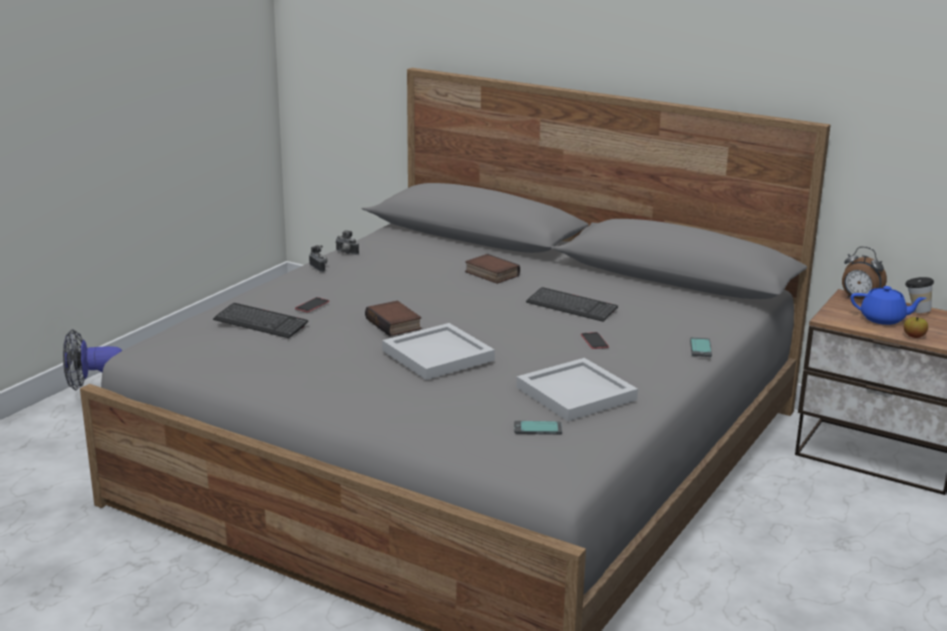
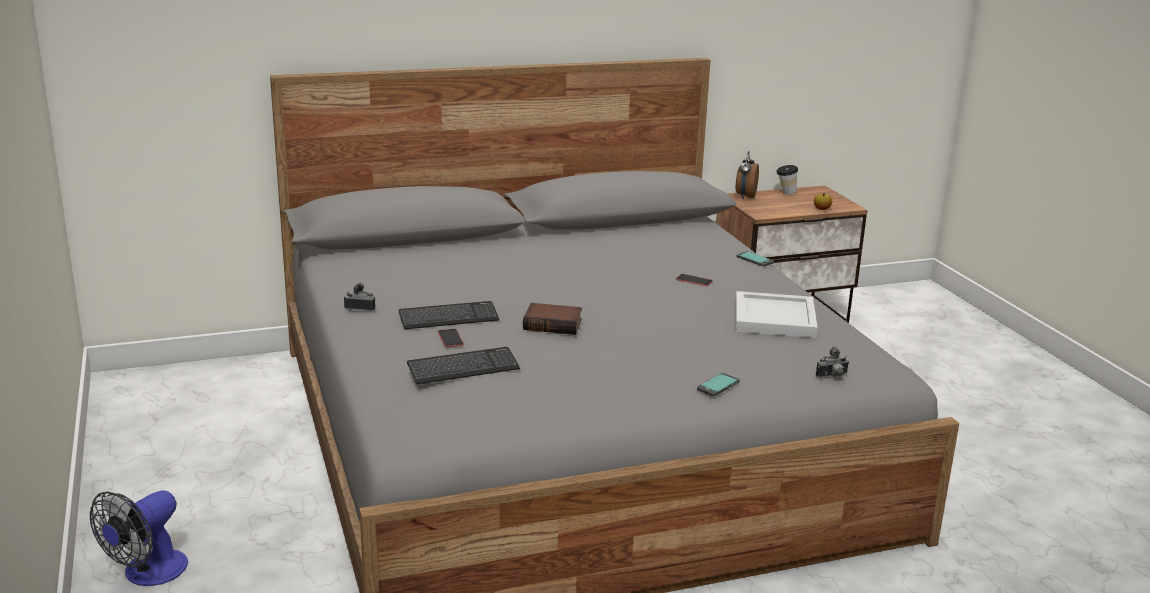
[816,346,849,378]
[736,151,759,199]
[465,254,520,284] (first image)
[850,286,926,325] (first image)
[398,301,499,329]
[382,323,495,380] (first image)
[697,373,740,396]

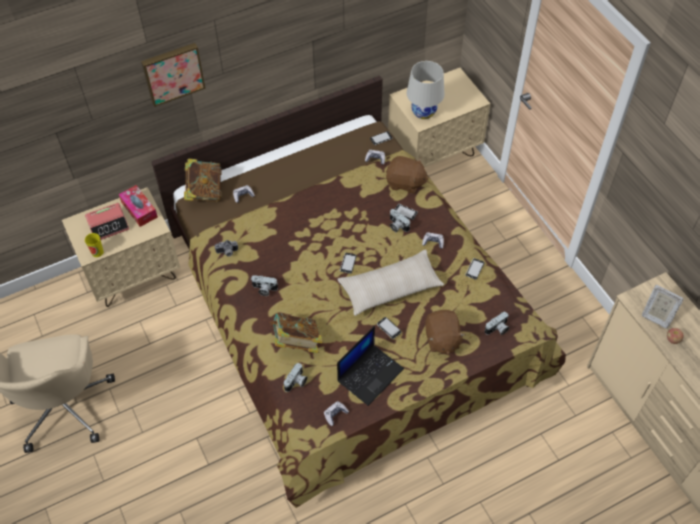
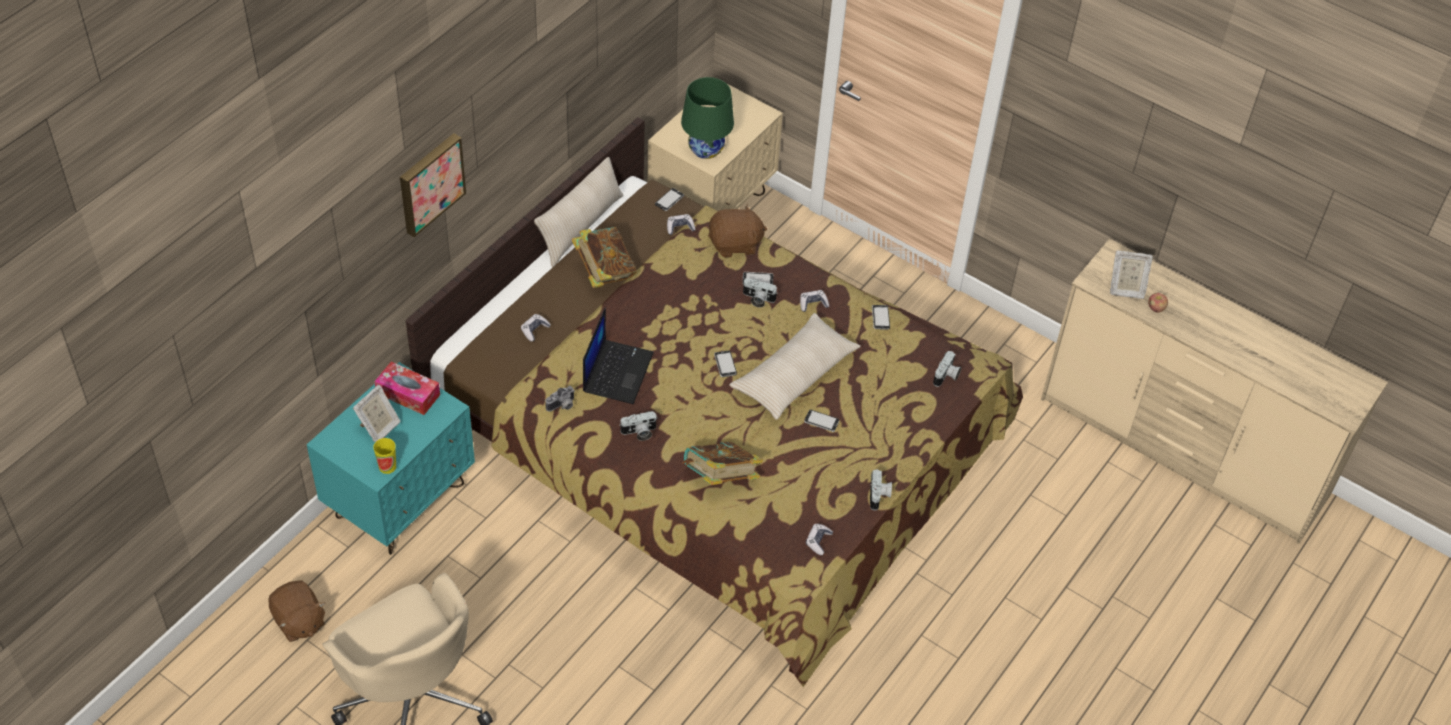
[681,77,734,159]
[572,227,637,288]
[307,362,475,555]
[353,385,401,442]
[269,580,325,642]
[583,307,654,404]
[870,469,892,510]
[534,157,623,267]

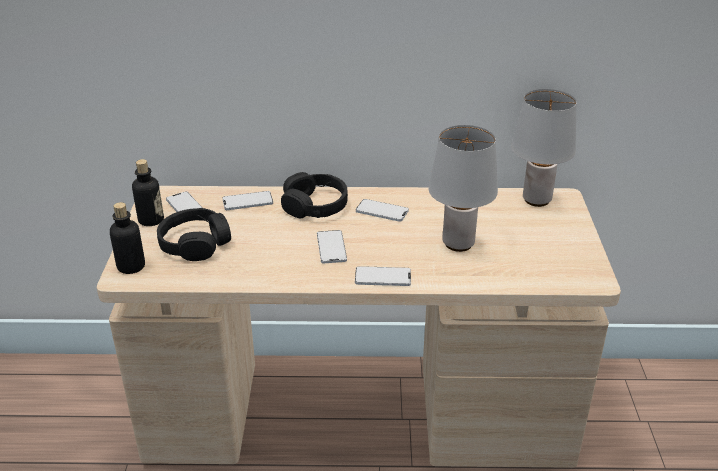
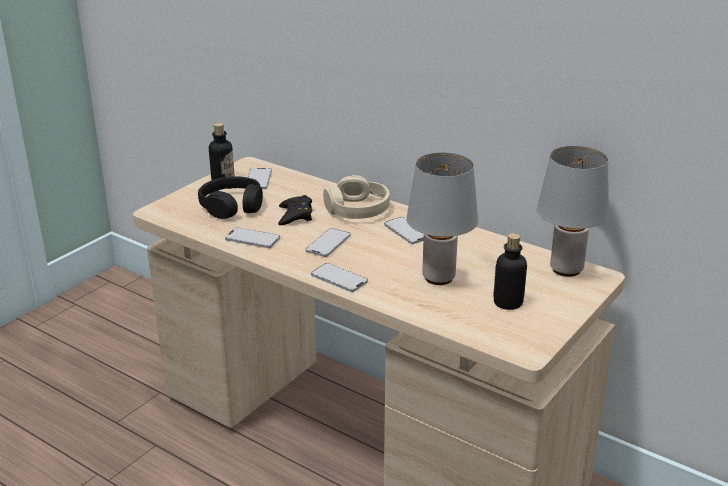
[323,175,390,219]
[225,227,280,248]
[493,233,527,310]
[278,195,312,225]

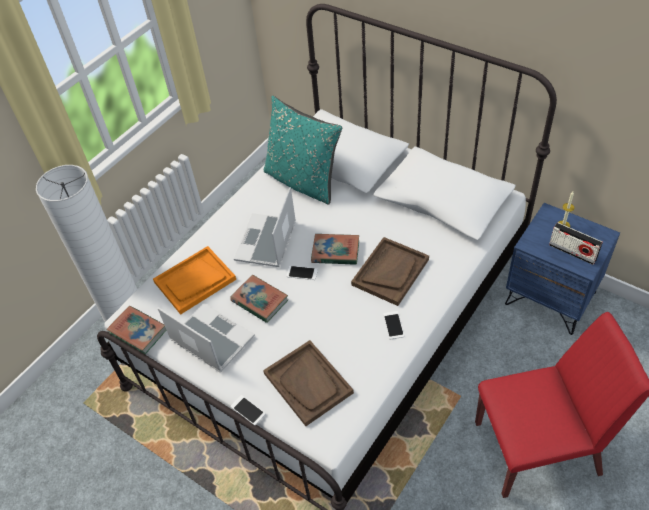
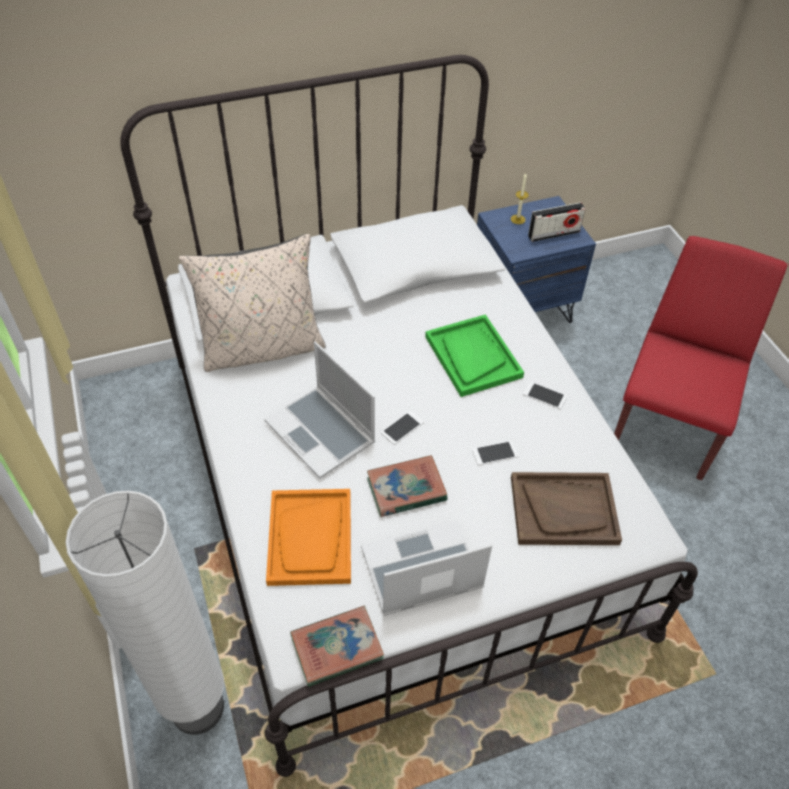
[179,234,326,372]
[311,234,359,265] (first image)
[425,314,524,397]
[472,441,518,465]

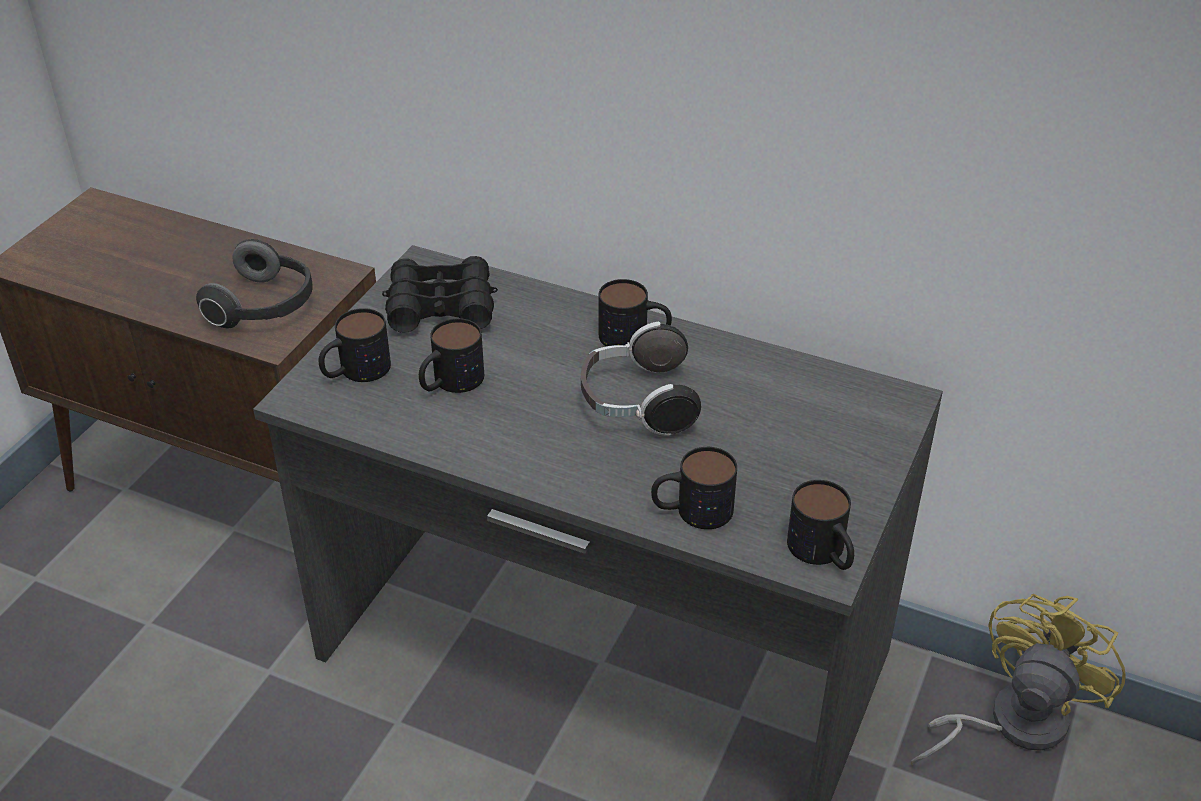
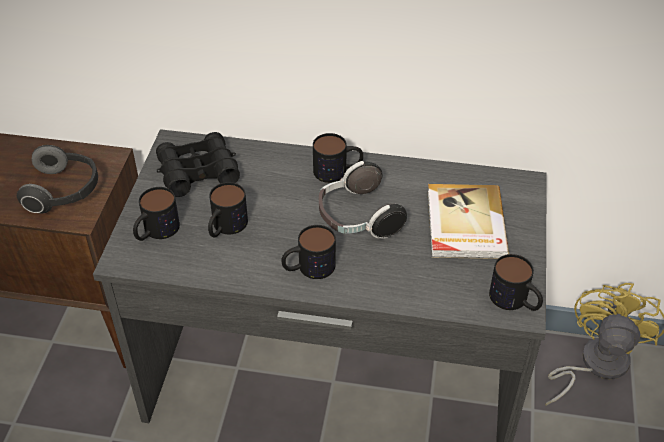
[281,225,336,279]
[428,184,509,259]

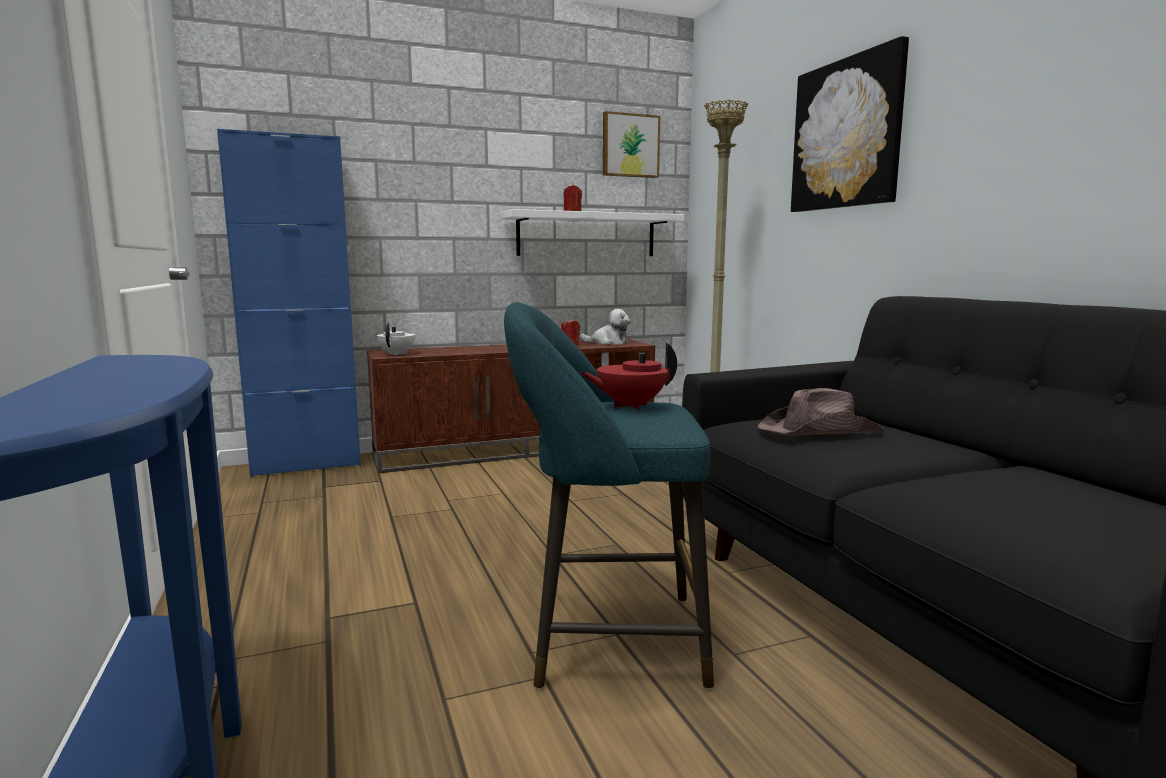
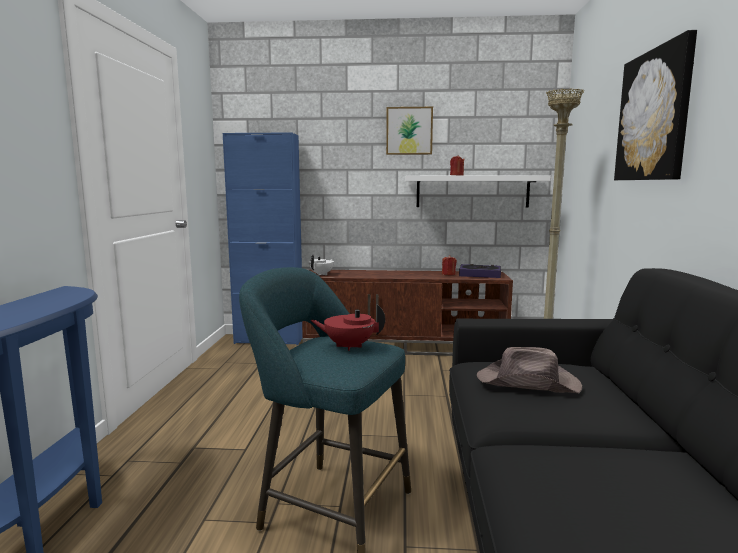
[386,107,433,155]
[459,264,501,278]

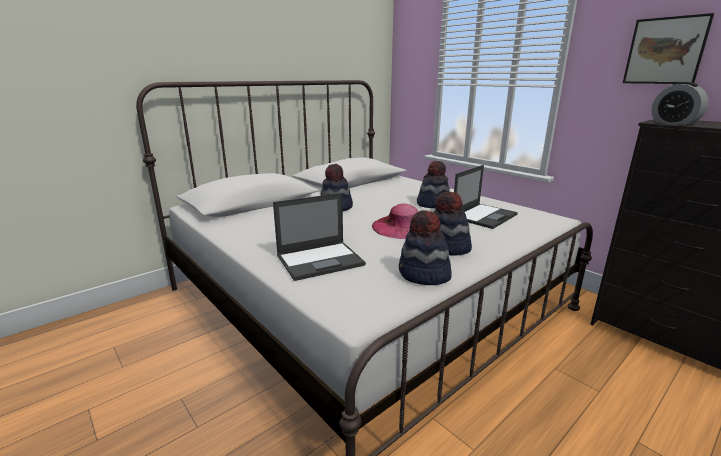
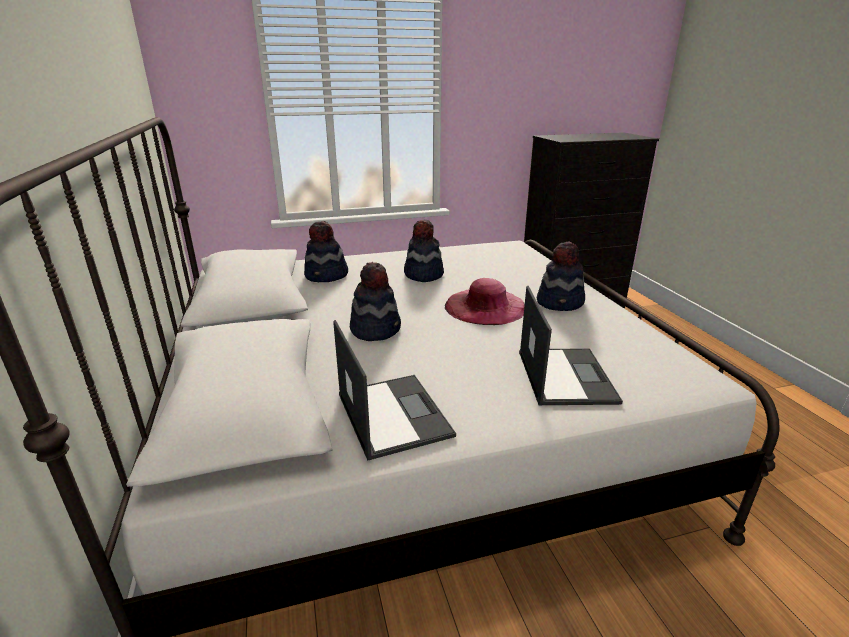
[623,13,714,84] (first image)
[651,82,709,125] (first image)
[333,320,456,461]
[304,221,348,282]

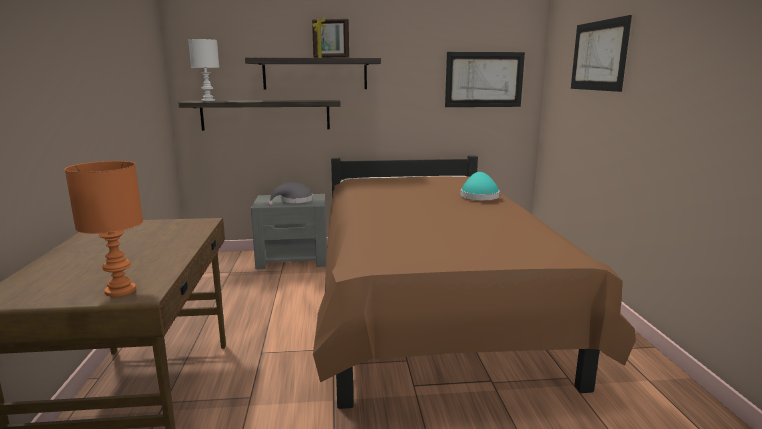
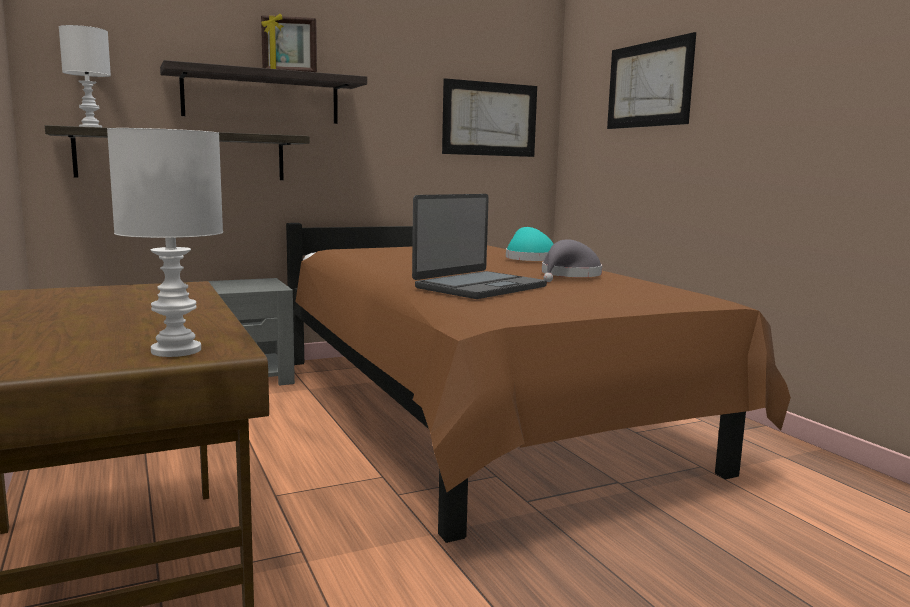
[107,128,223,357]
[542,239,602,282]
[412,194,547,299]

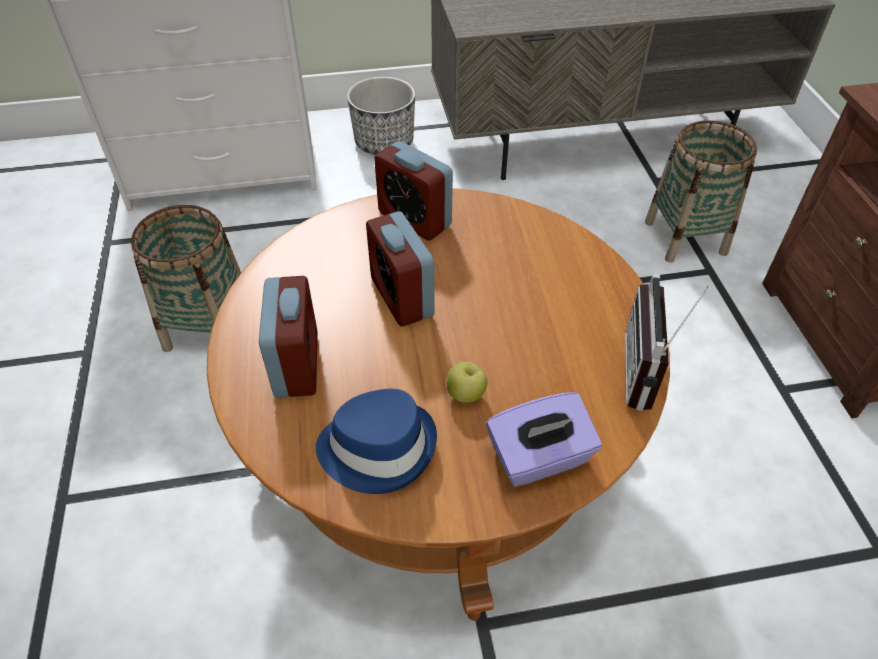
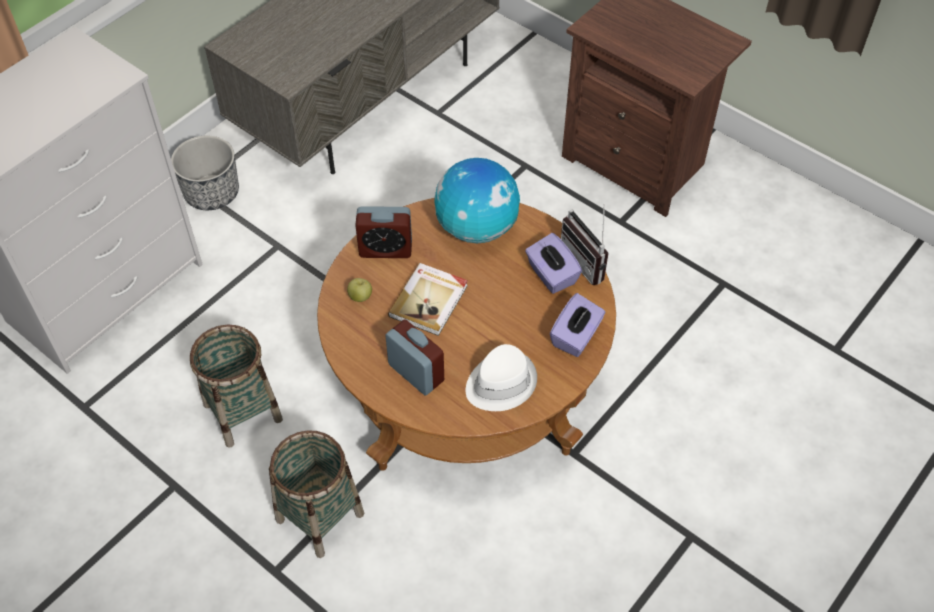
[269,430,364,558]
[388,263,468,336]
[347,278,372,302]
[466,344,537,411]
[434,158,520,243]
[525,233,582,294]

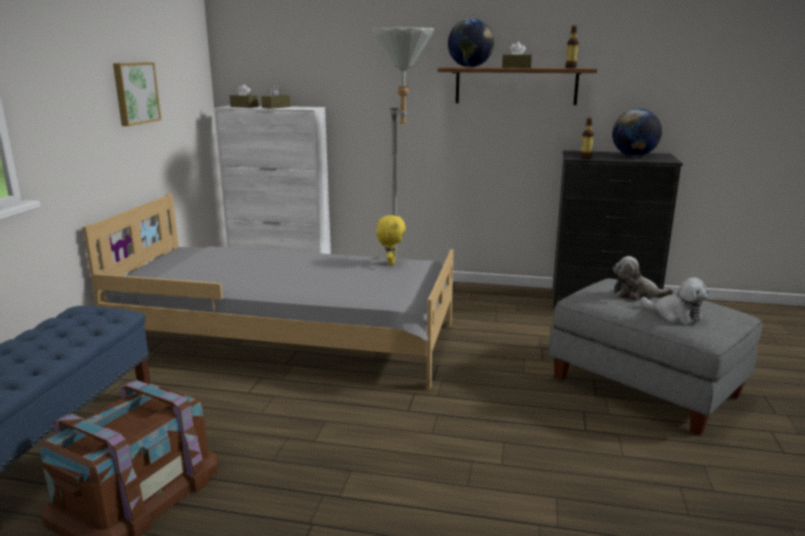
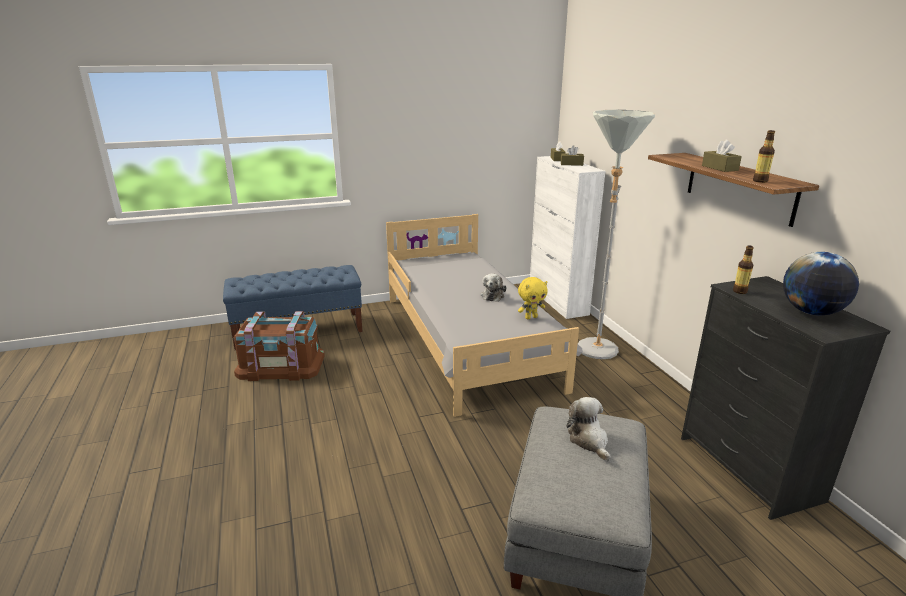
[448,18,494,67] (first image)
[113,62,161,126] (first image)
[480,273,506,302]

